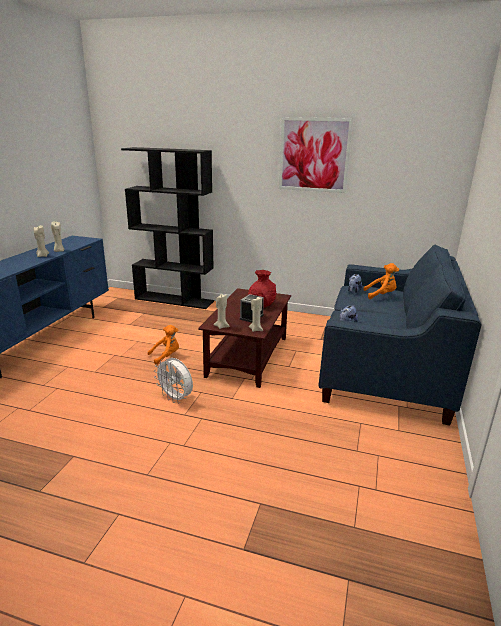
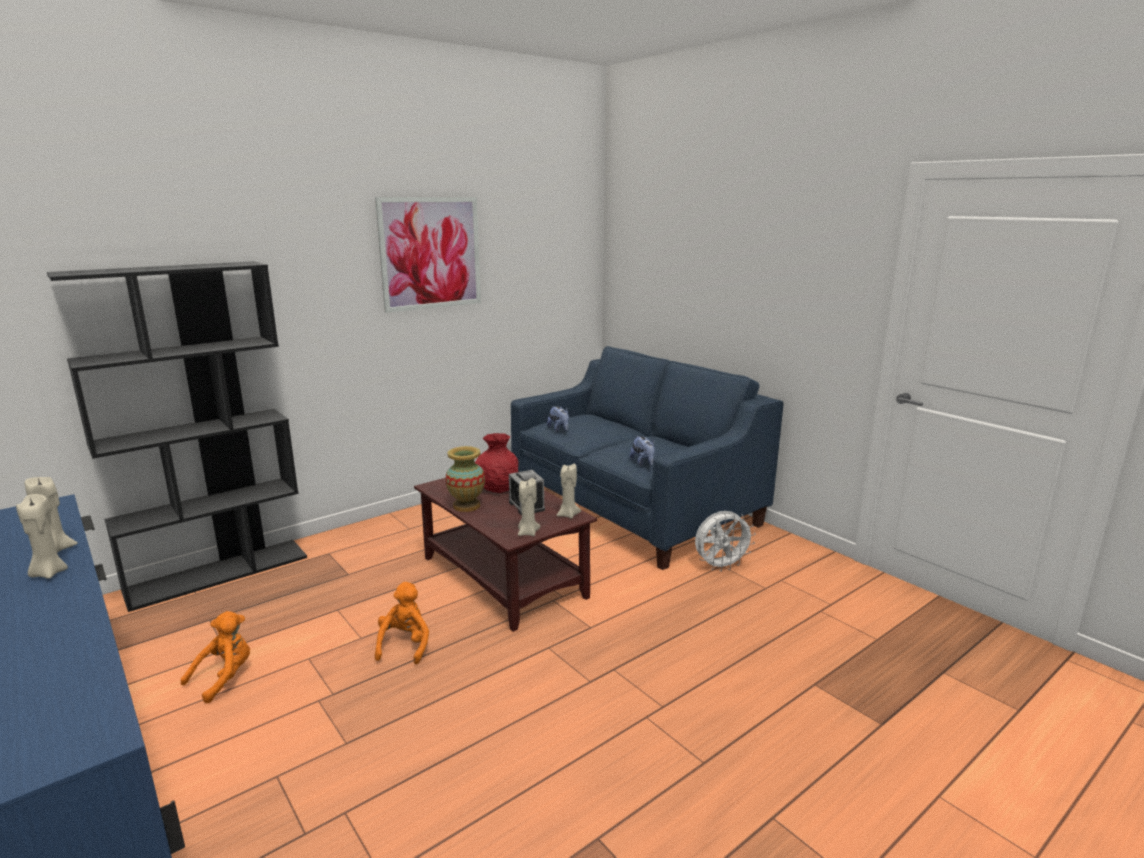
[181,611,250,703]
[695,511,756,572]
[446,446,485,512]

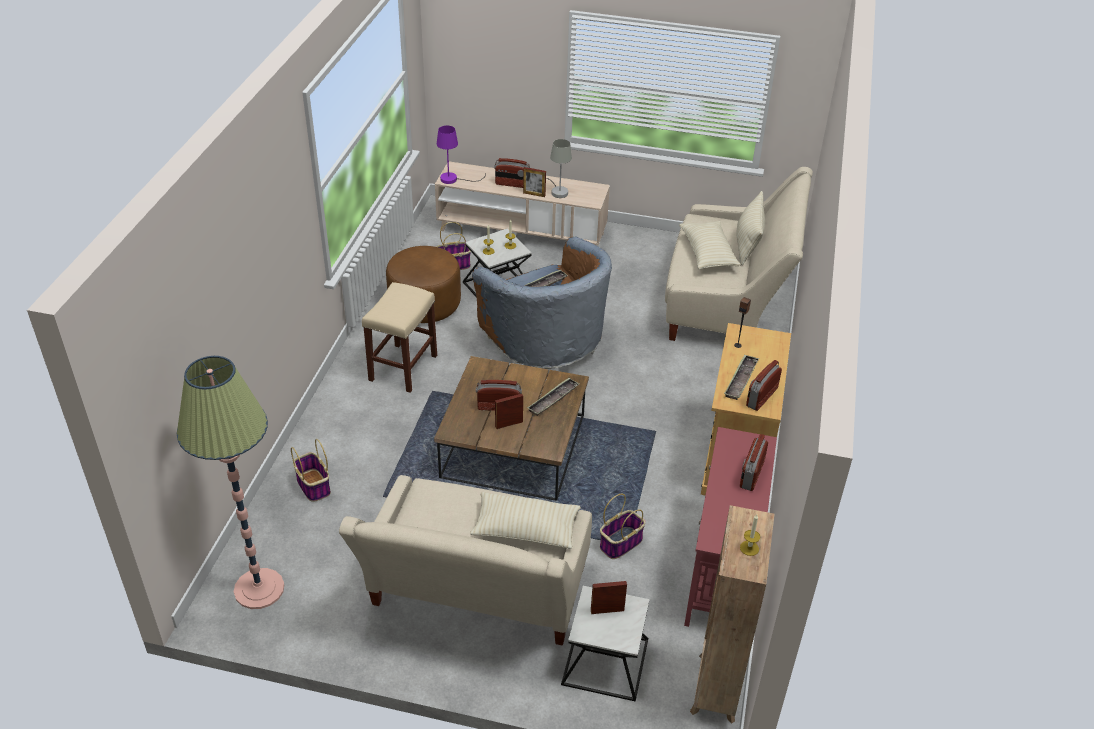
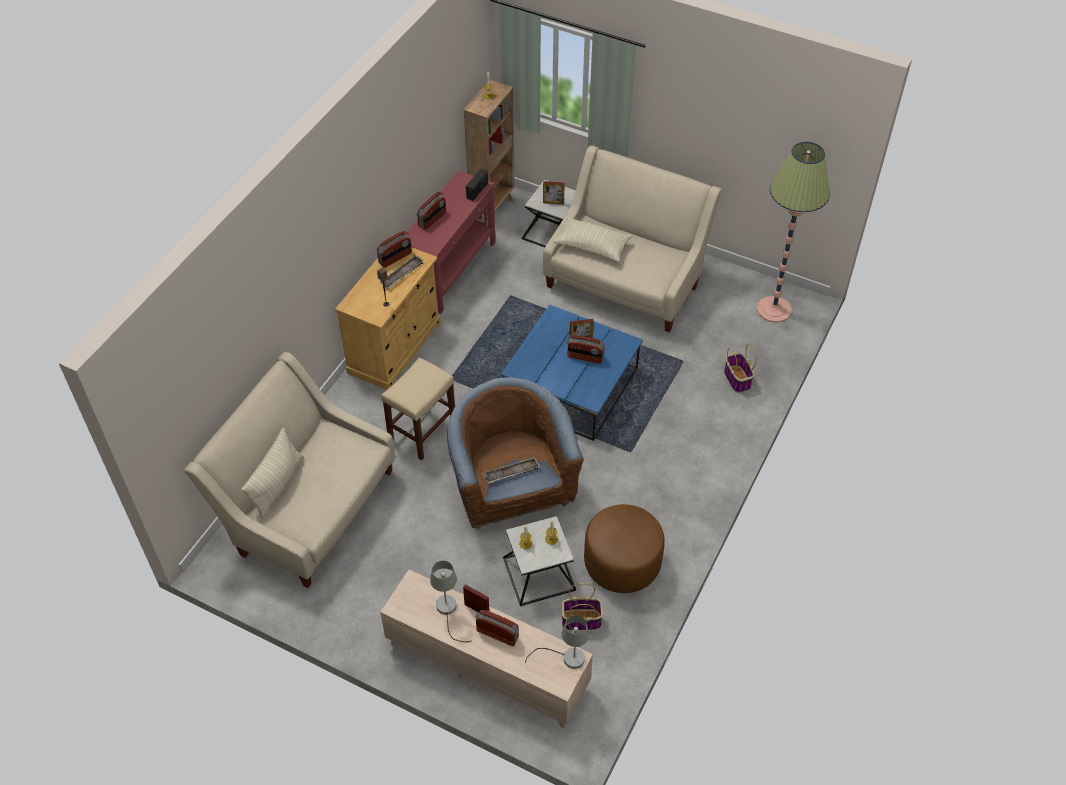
[525,615,589,669]
[679,221,741,270] (first image)
[381,358,455,460]
[501,304,643,441]
[527,378,580,416] (first image)
[600,494,646,559] (first image)
[466,169,488,201]

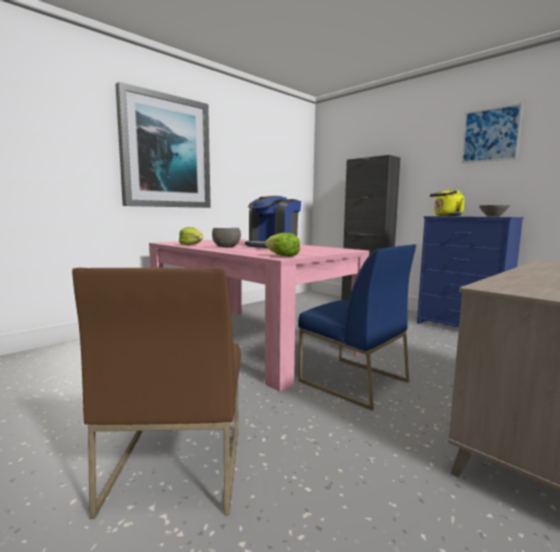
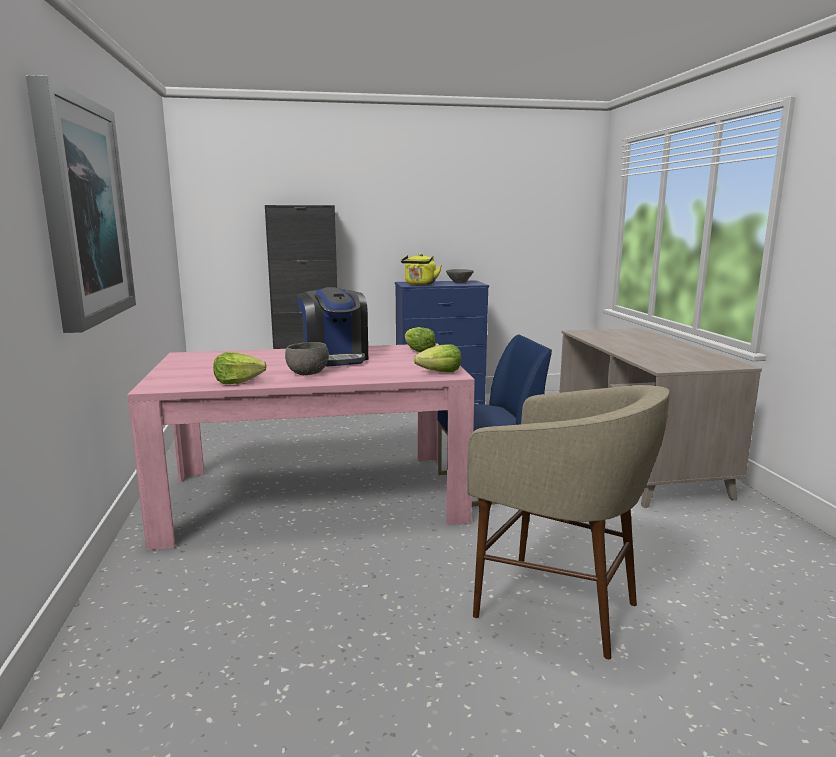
[461,102,523,164] (first image)
[467,385,670,659]
[405,327,436,352]

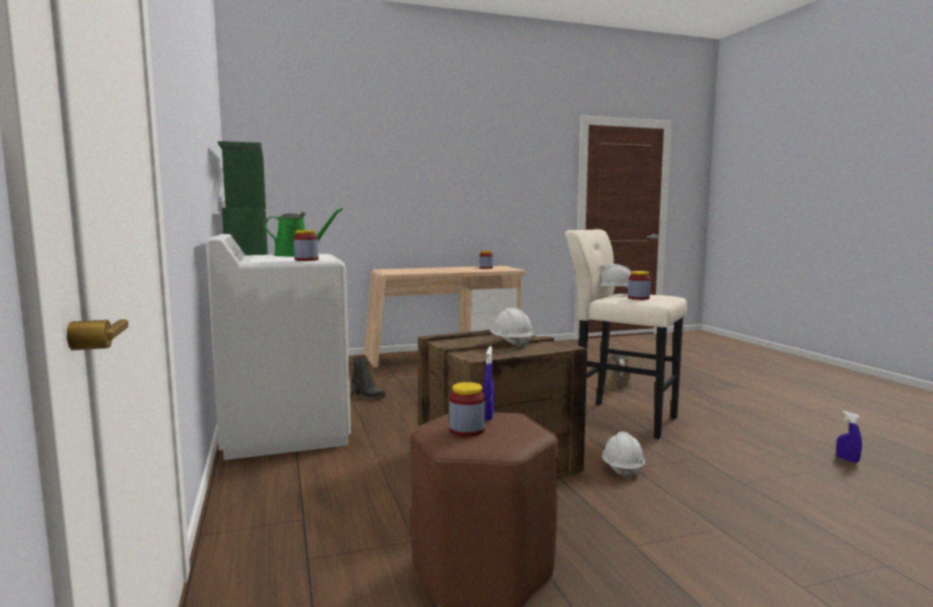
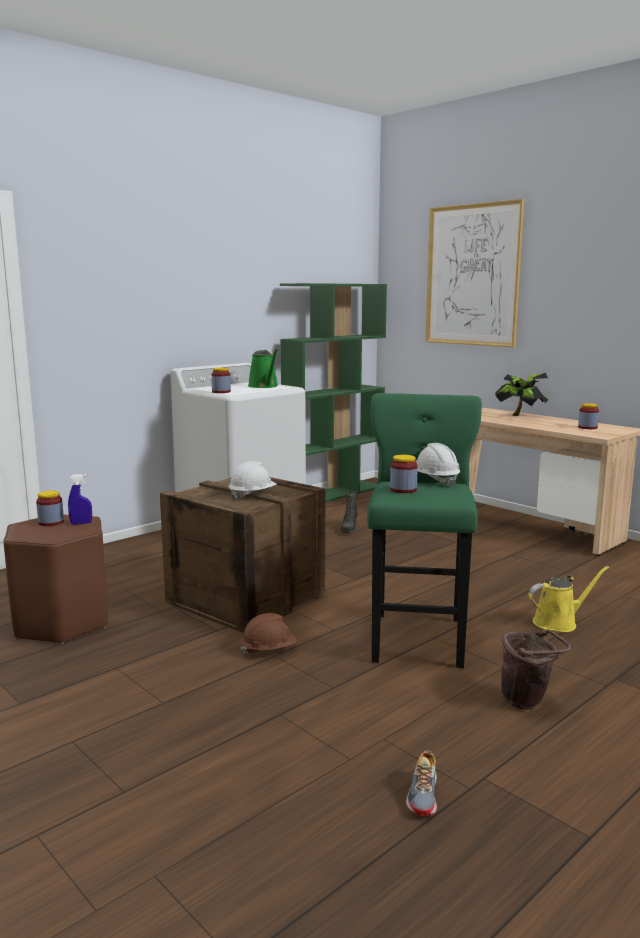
[367,393,482,668]
[529,566,609,632]
[406,750,437,816]
[240,613,297,655]
[425,199,525,347]
[495,373,548,416]
[501,629,571,710]

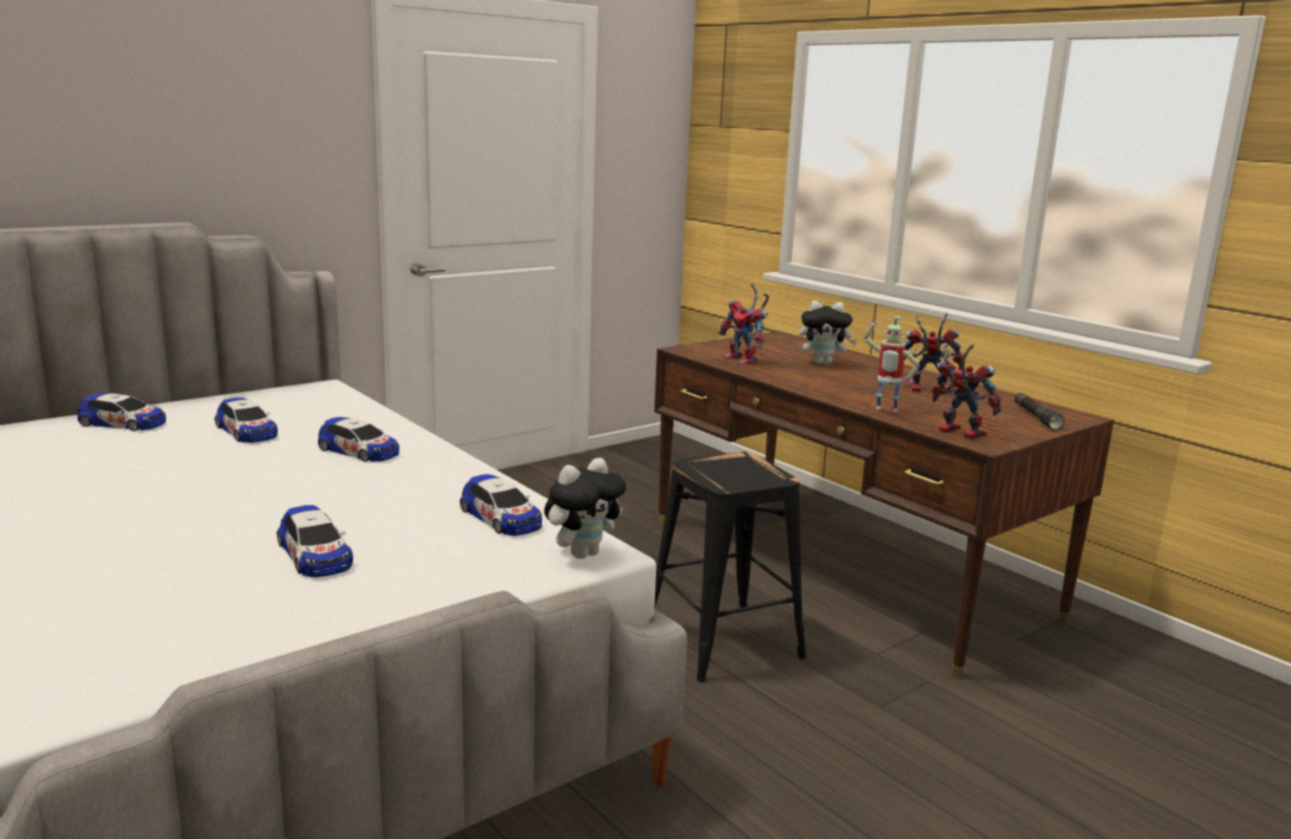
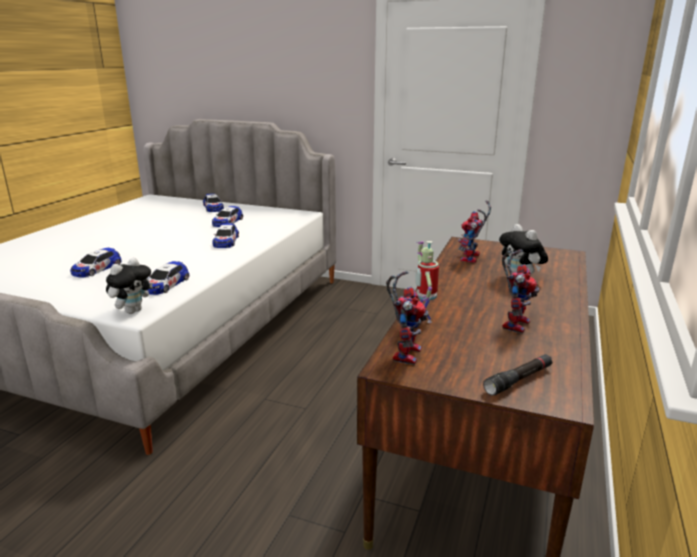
[502,249,539,334]
[654,452,806,682] (first image)
[106,258,153,314]

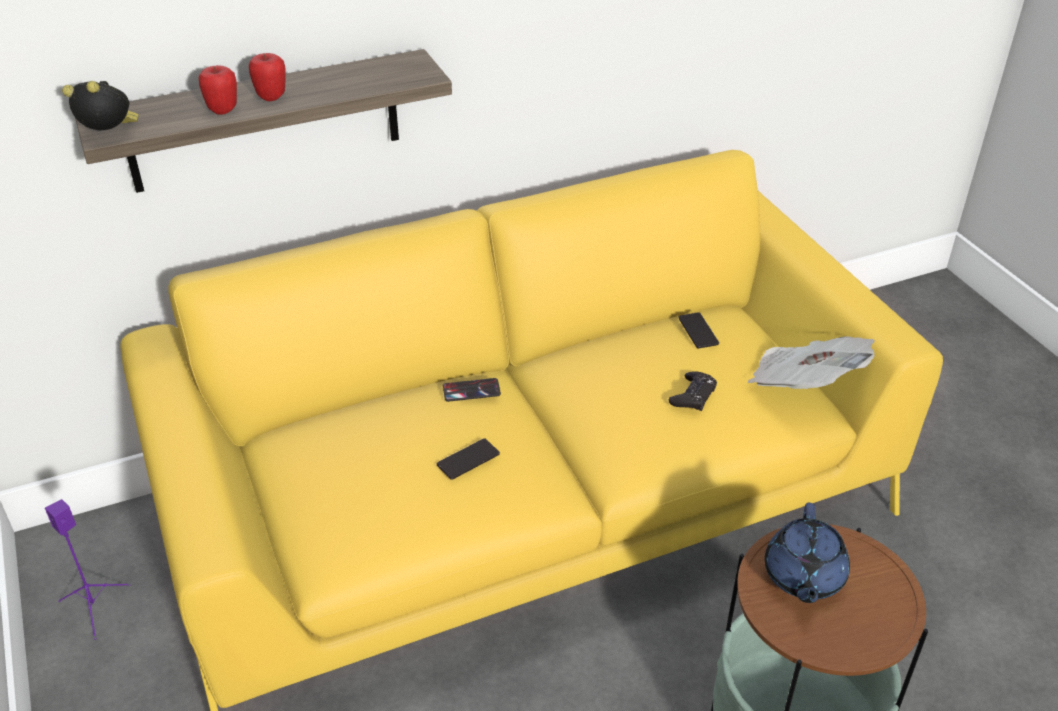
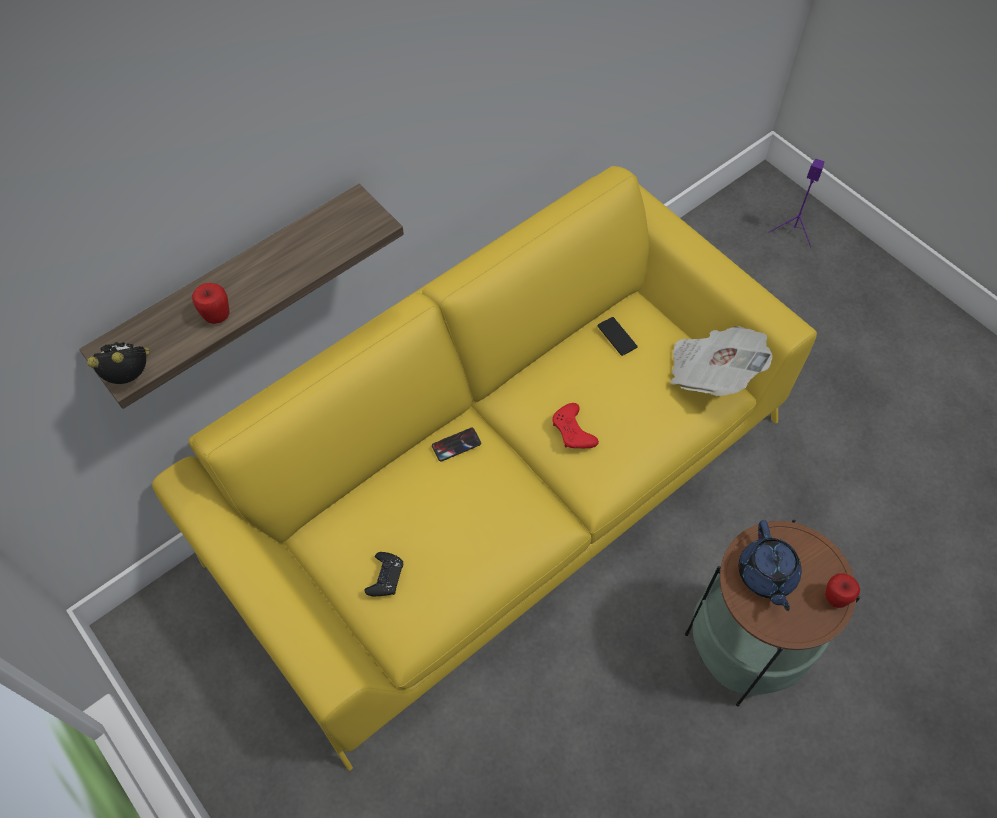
[825,573,860,608]
[364,552,403,596]
[437,438,500,480] (first image)
[769,159,824,247]
[552,403,599,448]

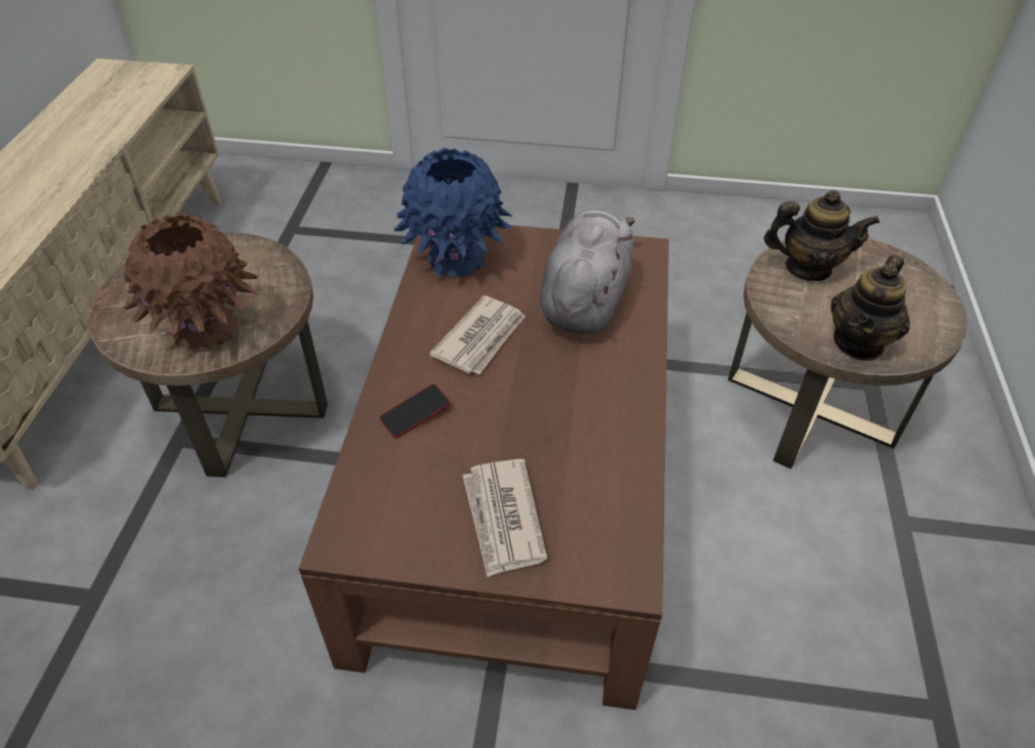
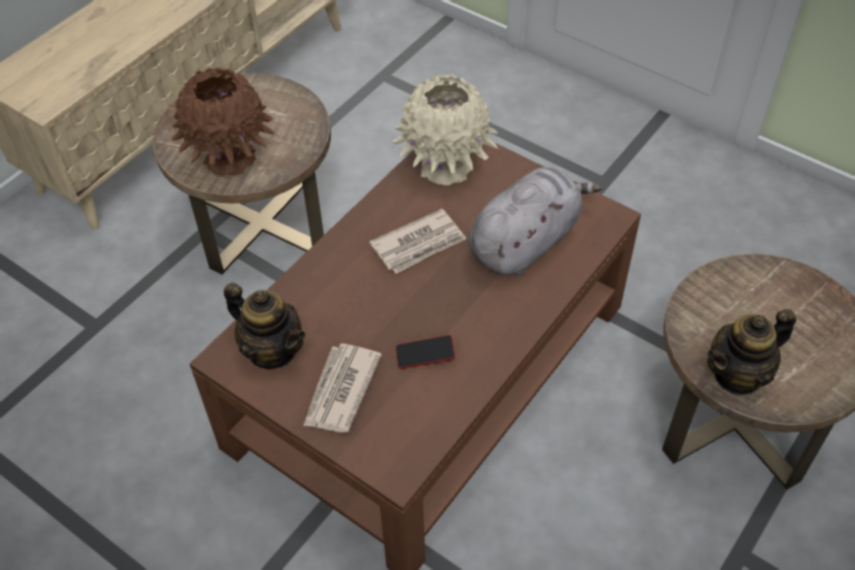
[392,74,498,186]
[224,282,305,369]
[396,335,455,369]

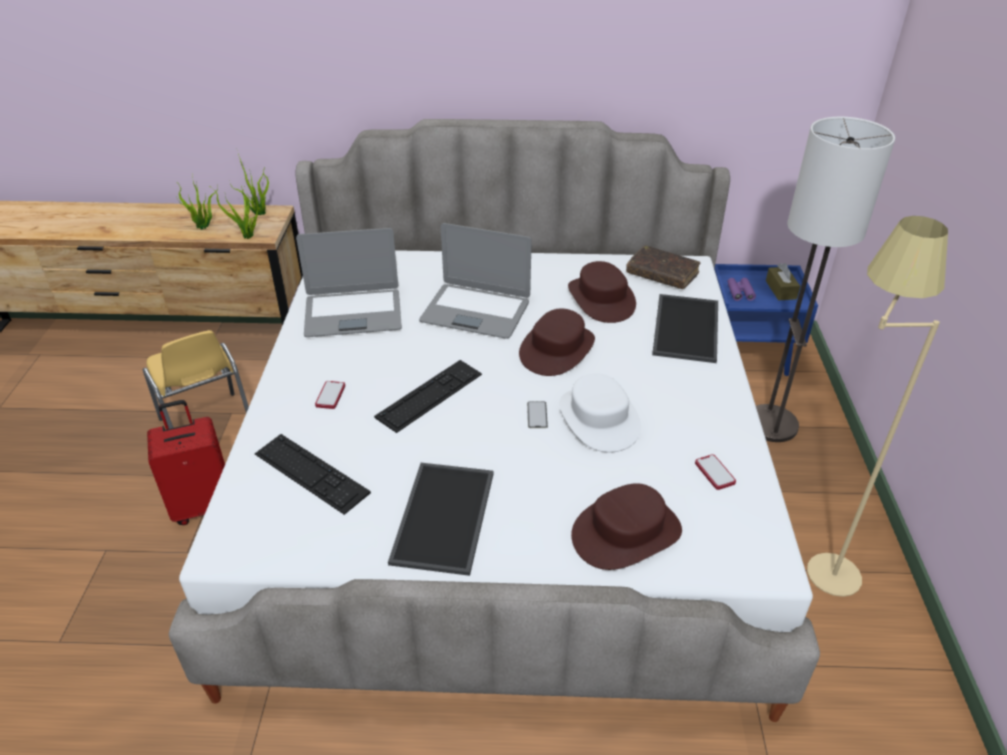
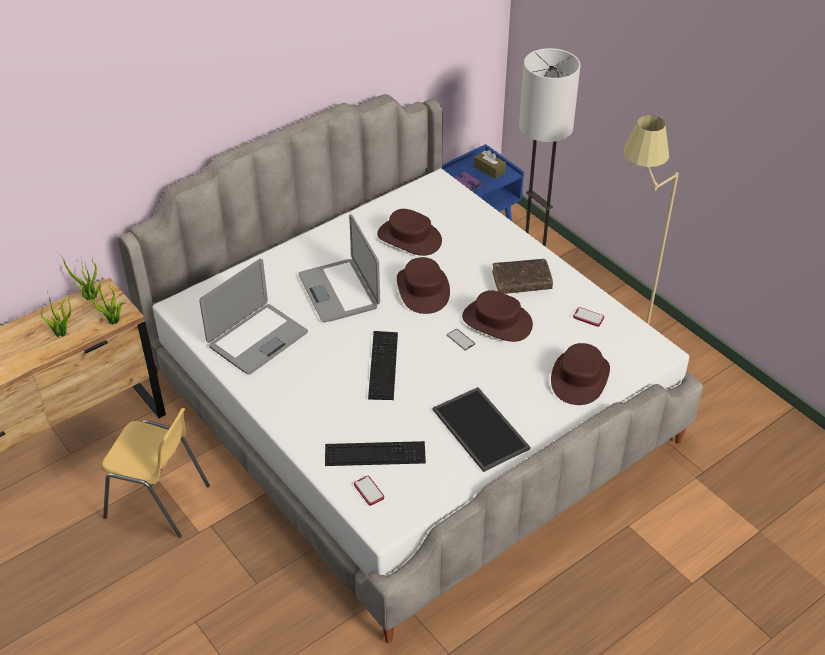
[298,214,380,322]
[492,259,553,294]
[652,294,718,363] (first image)
[462,290,533,342]
[354,476,384,506]
[147,400,225,525] (first image)

